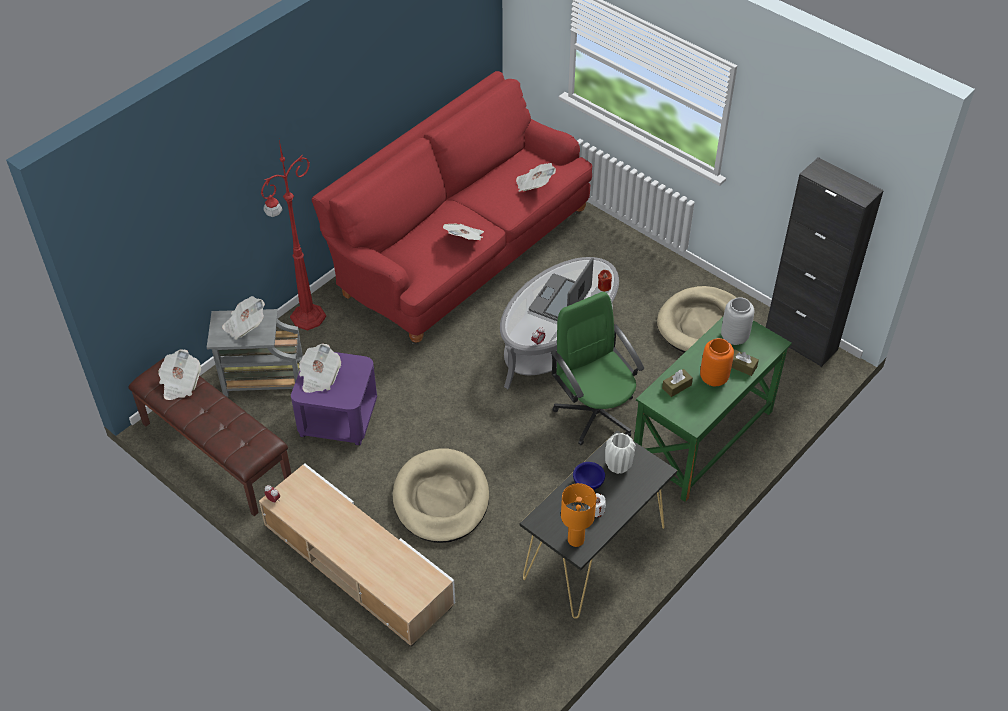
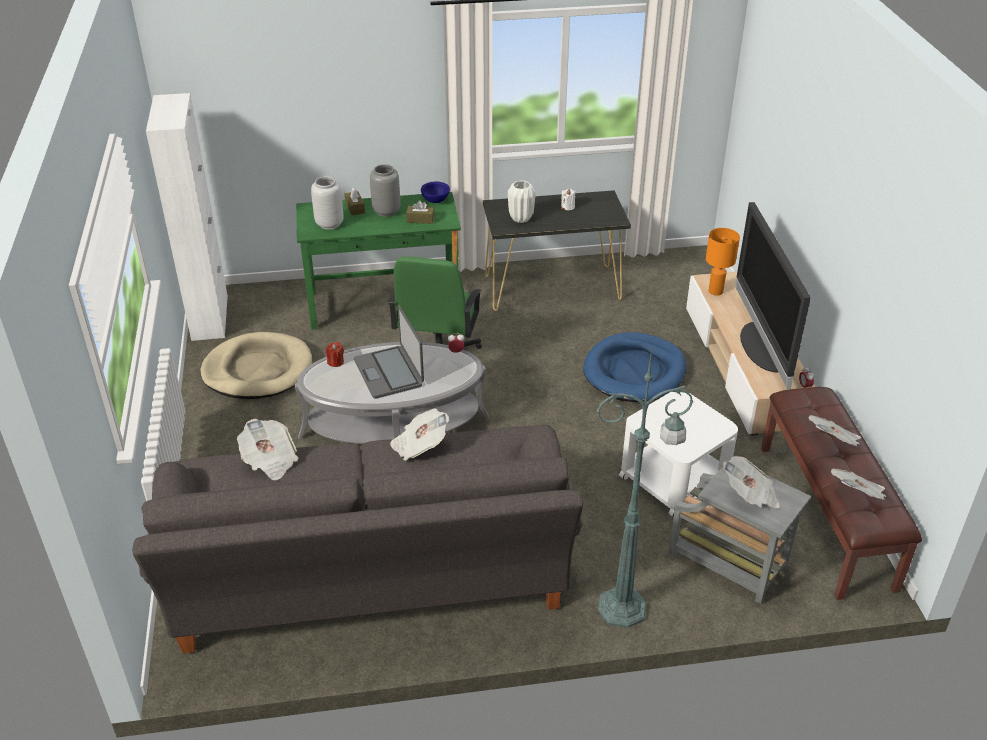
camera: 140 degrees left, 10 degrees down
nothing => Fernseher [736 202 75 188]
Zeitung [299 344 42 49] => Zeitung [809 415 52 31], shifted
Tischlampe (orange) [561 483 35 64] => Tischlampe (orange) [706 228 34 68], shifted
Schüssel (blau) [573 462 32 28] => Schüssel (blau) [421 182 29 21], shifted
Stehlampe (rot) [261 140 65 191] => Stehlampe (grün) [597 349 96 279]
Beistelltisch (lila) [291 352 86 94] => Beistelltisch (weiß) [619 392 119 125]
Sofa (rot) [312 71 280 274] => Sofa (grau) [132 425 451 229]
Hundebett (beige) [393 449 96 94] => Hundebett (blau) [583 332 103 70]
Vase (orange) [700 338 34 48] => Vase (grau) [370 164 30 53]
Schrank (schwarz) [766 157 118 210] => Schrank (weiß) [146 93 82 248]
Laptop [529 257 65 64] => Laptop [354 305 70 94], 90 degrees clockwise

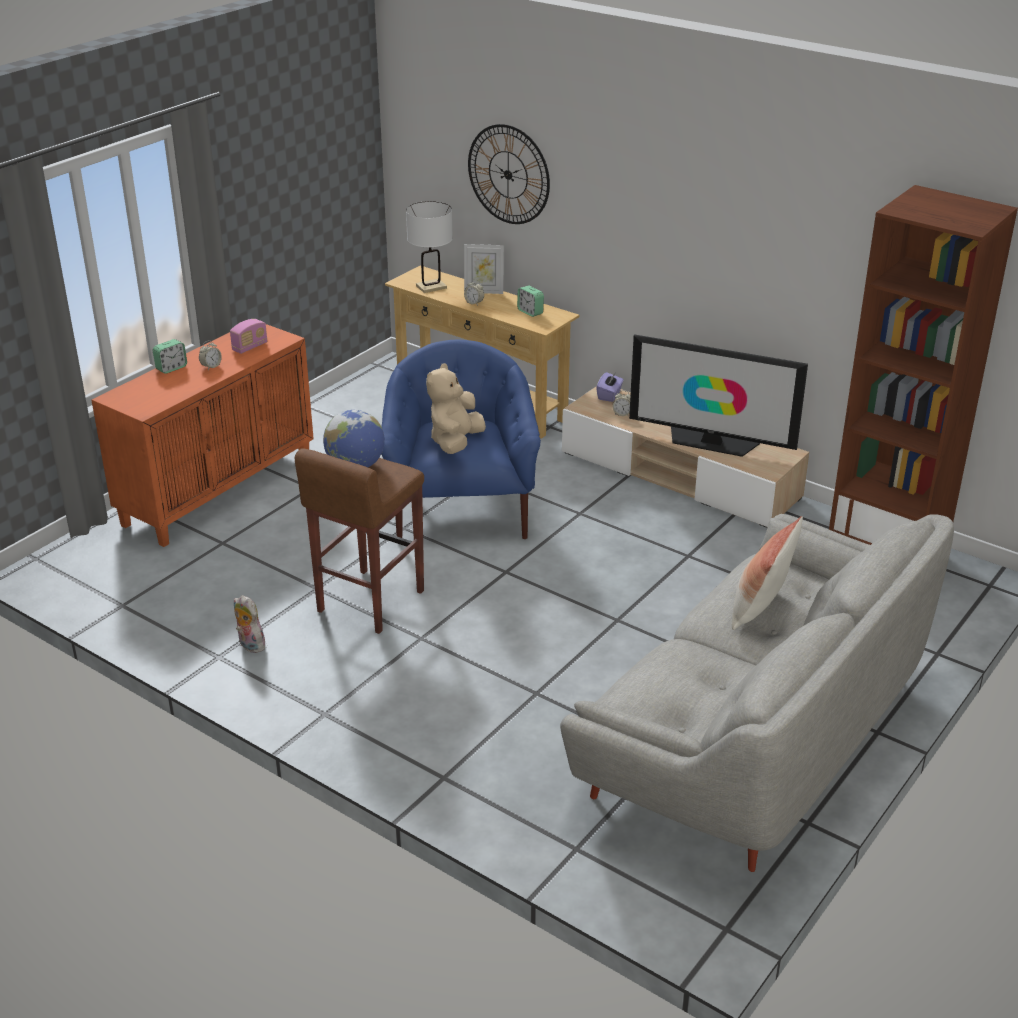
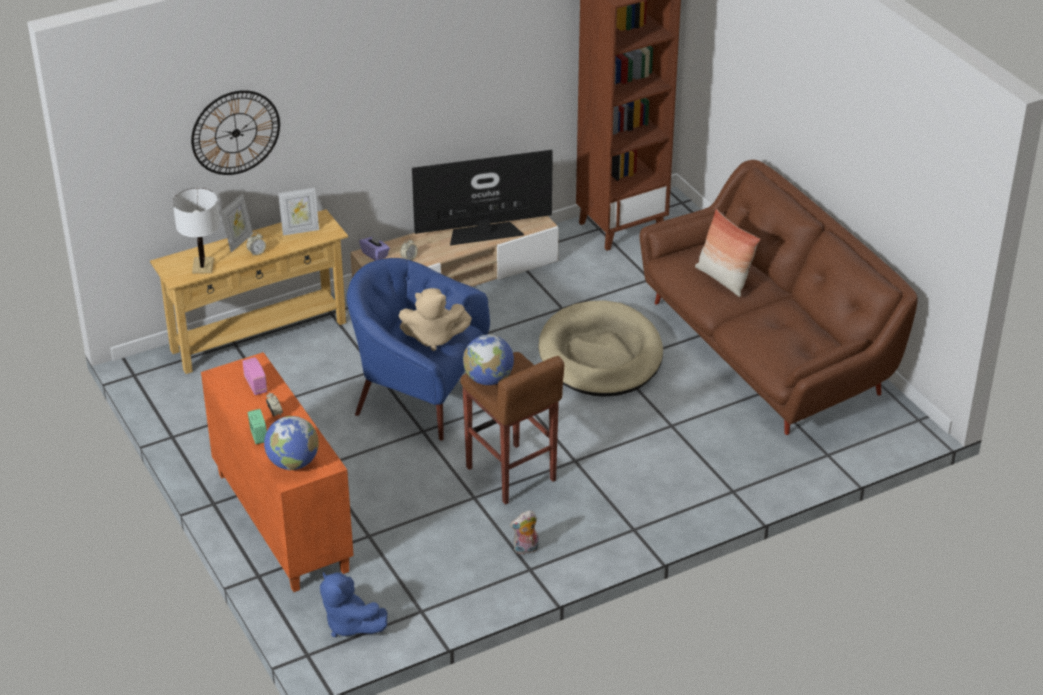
camera: 65 degrees left, 5 degrees up
nothing => Globus [264 416 55 54]
nothing => Plüschtier (blau) [320 572 67 65]
nothing => Hundebett (beige) [538 300 125 96]
Wecker [517 285 27 32] => Bilderrahmen [278 188 41 48]
Sofa (grau) [560 514 394 358] => Sofa (braun) [640 160 278 275]
Plüschtier (beige) [426 363 60 91] => Plüschtier (beige) [399 288 73 63], 45 degrees counterclockwise
Fernseher [629 334 179 123] => Fernseher [412 150 141 95], 150 degrees counterclockwise

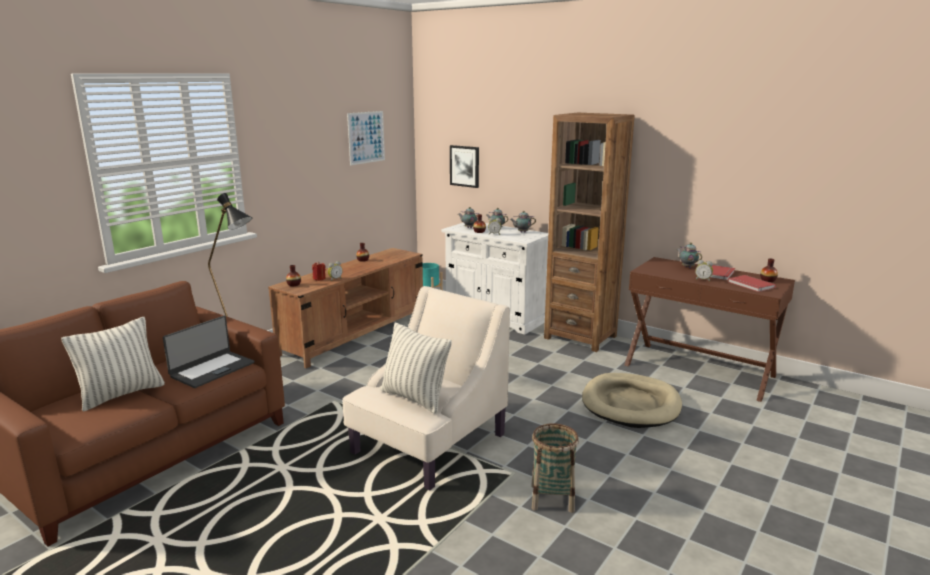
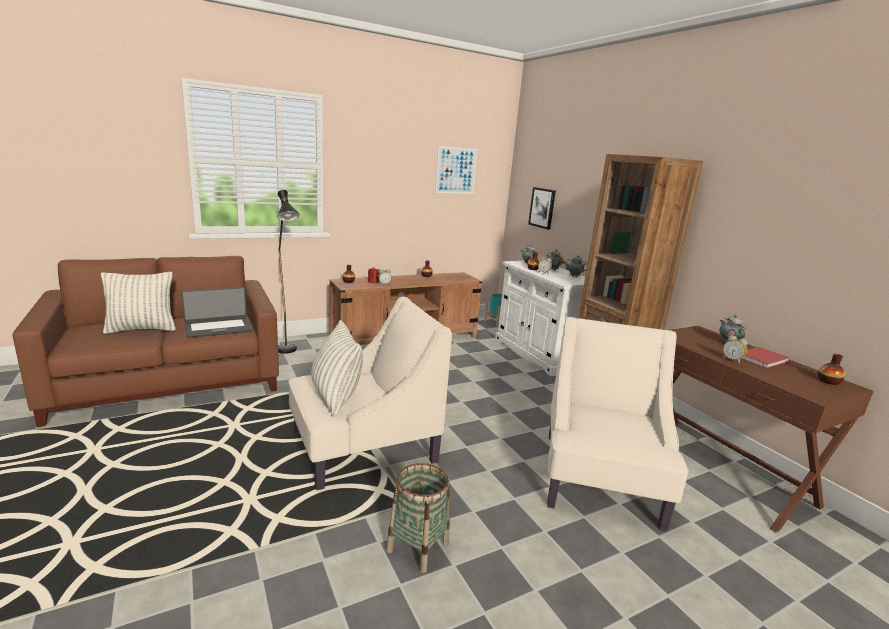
camera: 25 degrees right, 0 degrees up
Buch (rot) [728 275 48 17] => nothing
Hundebett (beige) [582 373 100 55] => Sessel (beige) [547 317 142 215]

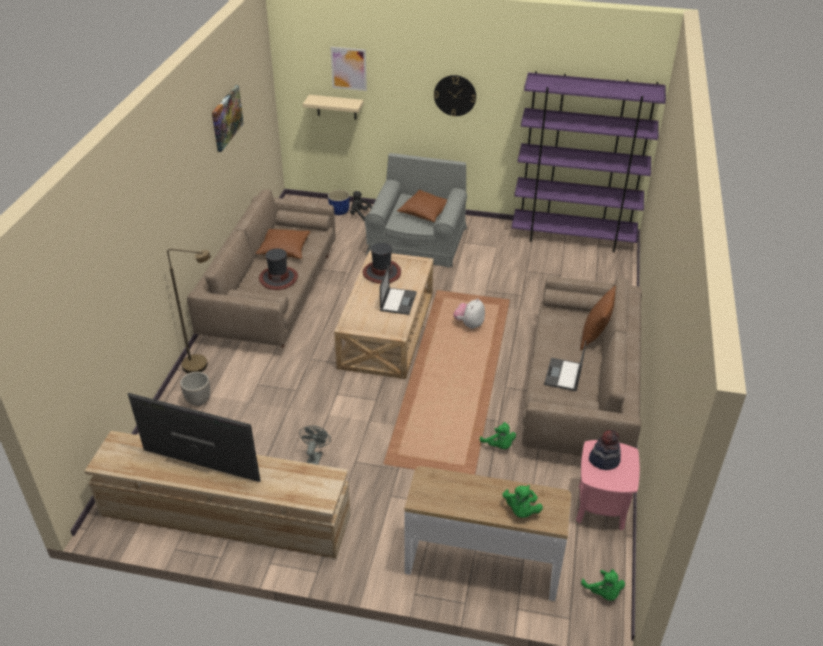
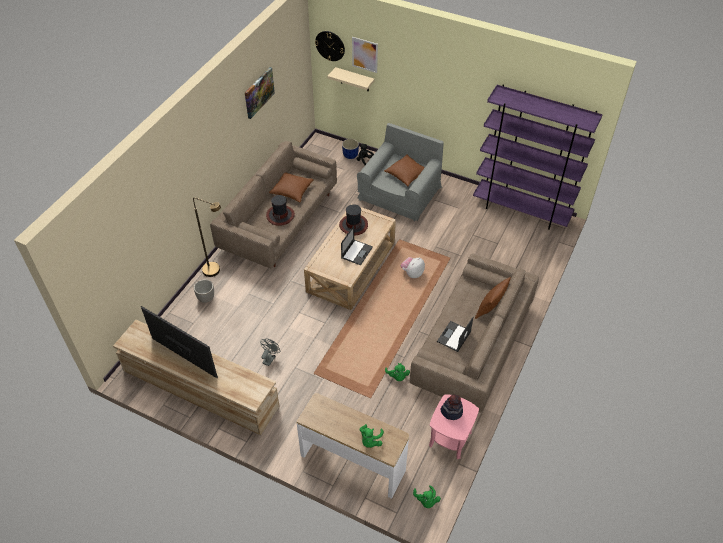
camera: 15 degrees right, 10 degrees up
Wanduhr [434 75 42 41] => Wanduhr [315 31 30 30], shifted

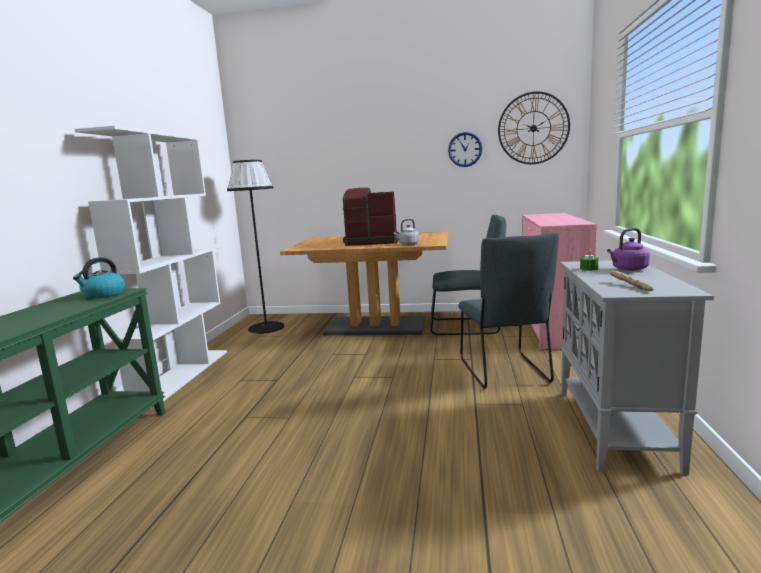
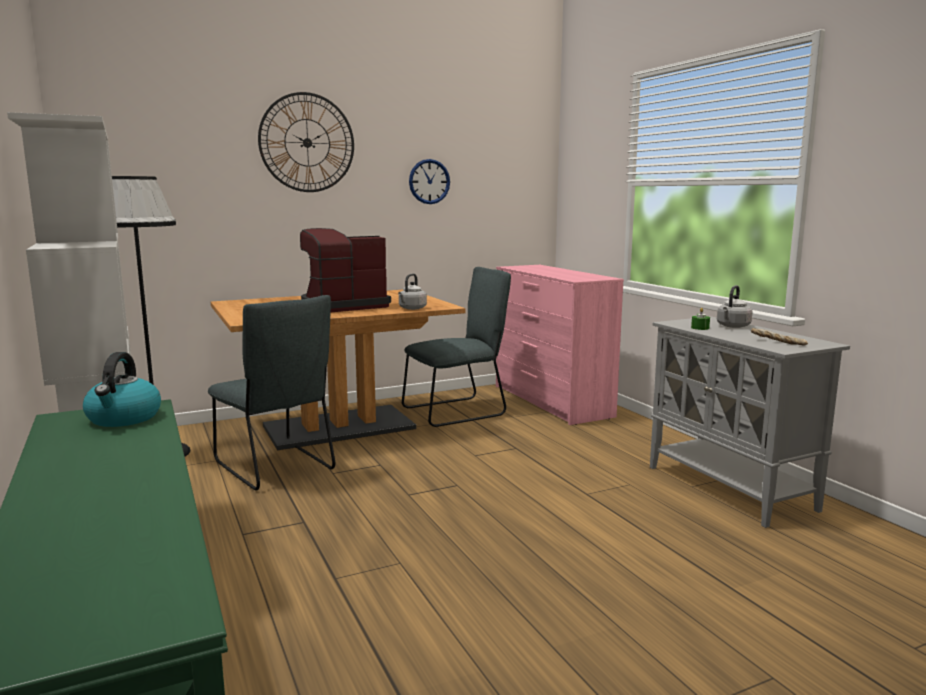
camera: 35 degrees left, 0 degrees up
Stuhl (grau) [458 233 101 156] => Stuhl (grau) [208 295 127 195], shifted
Wanduhr [498 91 72 73] => Wanduhr [258 92 96 100], shifted
Wasserkessel (lila) [607 228 43 43] => Wasserkessel (grau) [717 285 36 43]

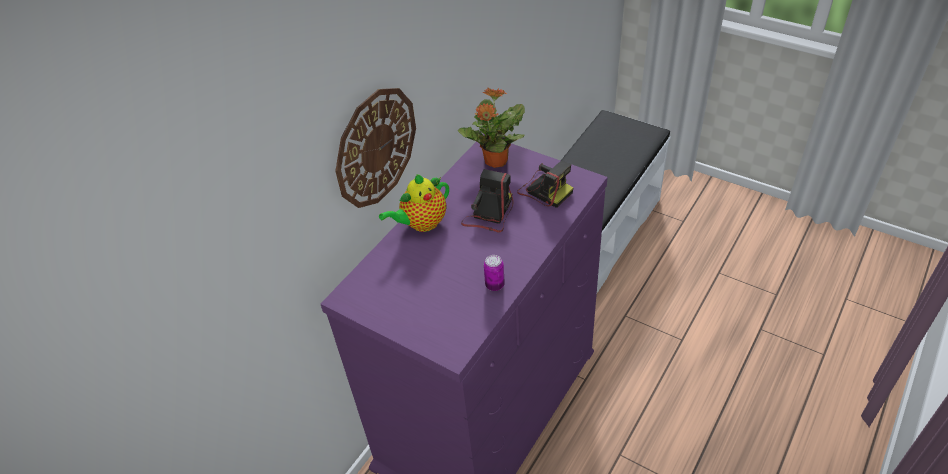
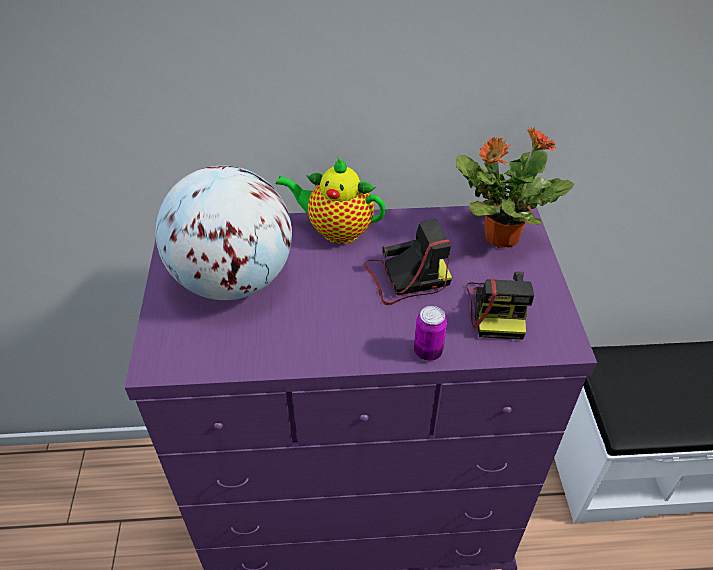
camera: 50 degrees right, 0 degrees up
Wanduhr [335 88 81 120] => nothing
nothing => Globus [156 166 136 134]
Dose [484 255 21 36] => Dose [414 306 33 55], shifted

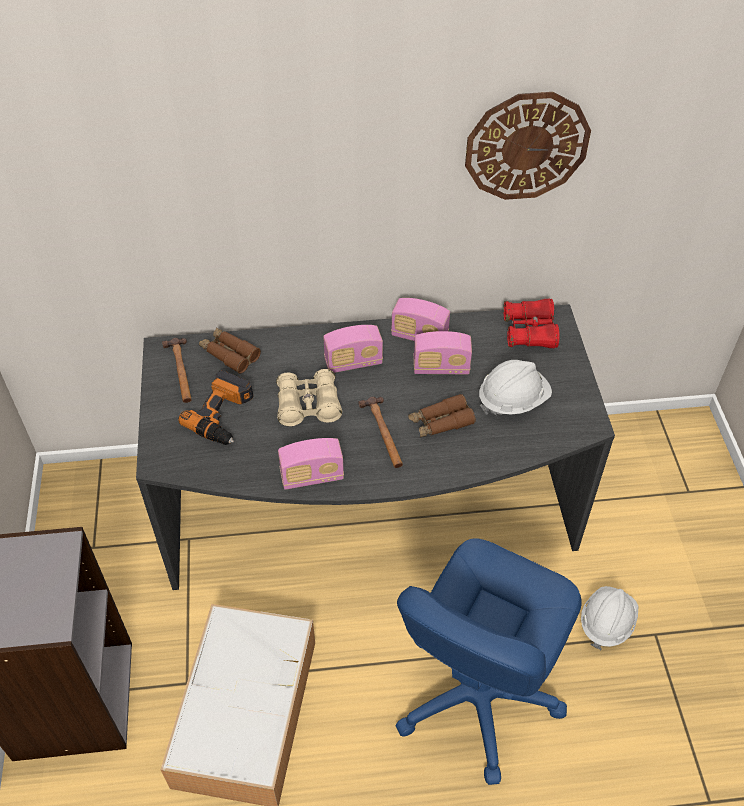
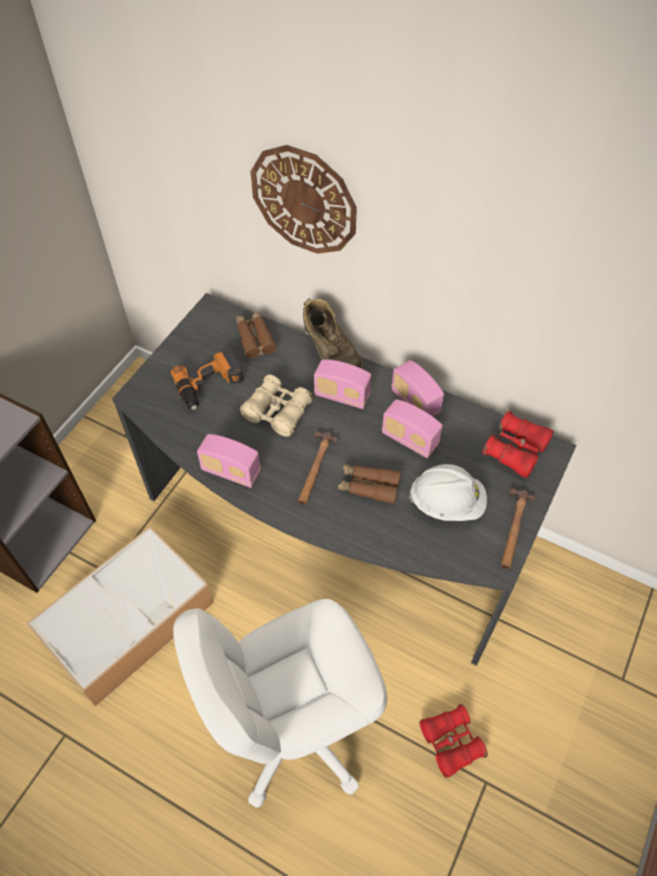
camera: 35 degrees right, 5 degrees up
nothing => Stiefel (braun) [303 298 61 72]
Hammer [162 338 30 65] => Hammer [501 488 34 81], shifted
Wanduhr [465 92 126 108] => Wanduhr [250 145 107 109], shifted
Schutzhelm (weiß) [581 586 57 64] => Fernglas (rot) [419 704 69 74]
Bürostuhl (blau) [396 538 186 247] => Bürostuhl (weiß) [173 599 214 209]

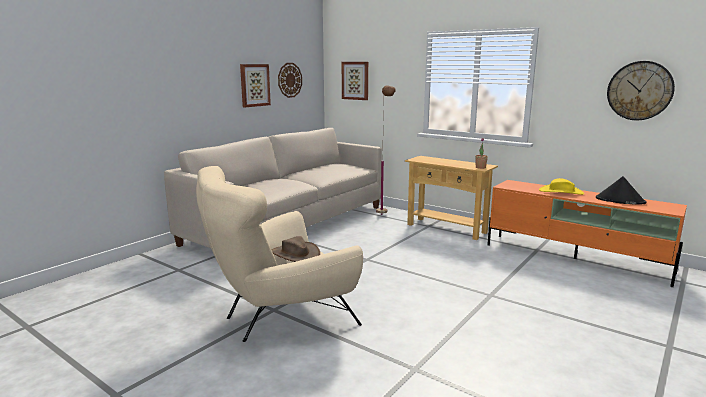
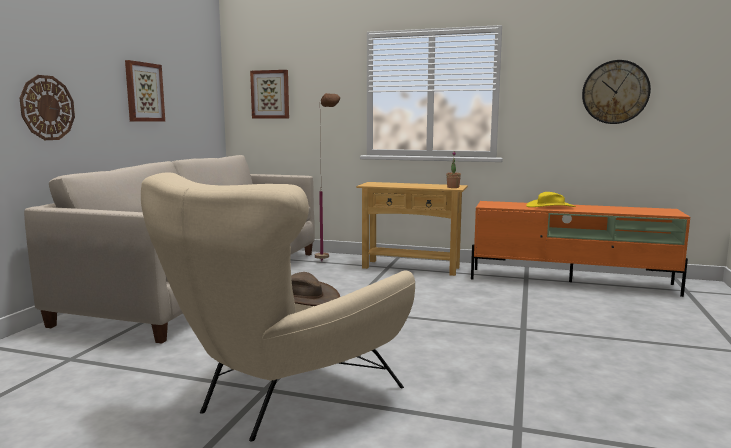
camera: 20 degrees left, 5 degrees down
Hut (schwarz) [596 176 51 29] => nothing
Wanduhr [278 63 24 35] => Wanduhr [20 75 55 65], shifted

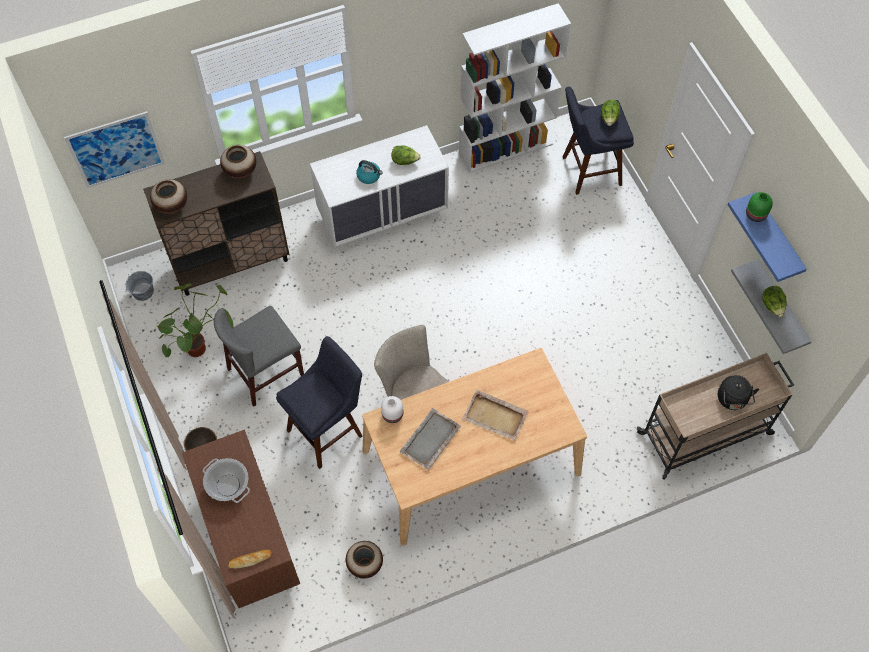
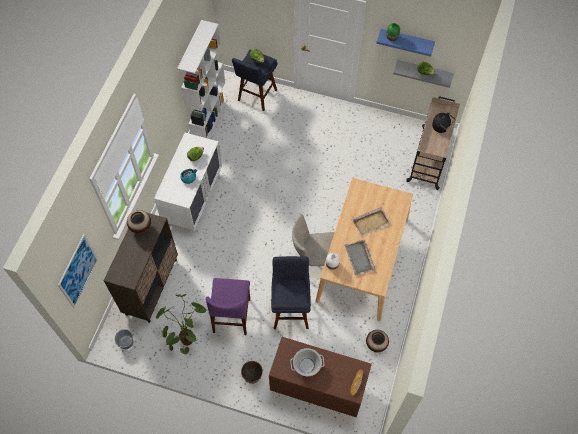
camera: 50 degrees left, 0 degrees up
Vase [150 179 37 35] => nothing
Stuhl (grau) [214 306 90 101] => Stuhl (lila) [206 278 44 57]

